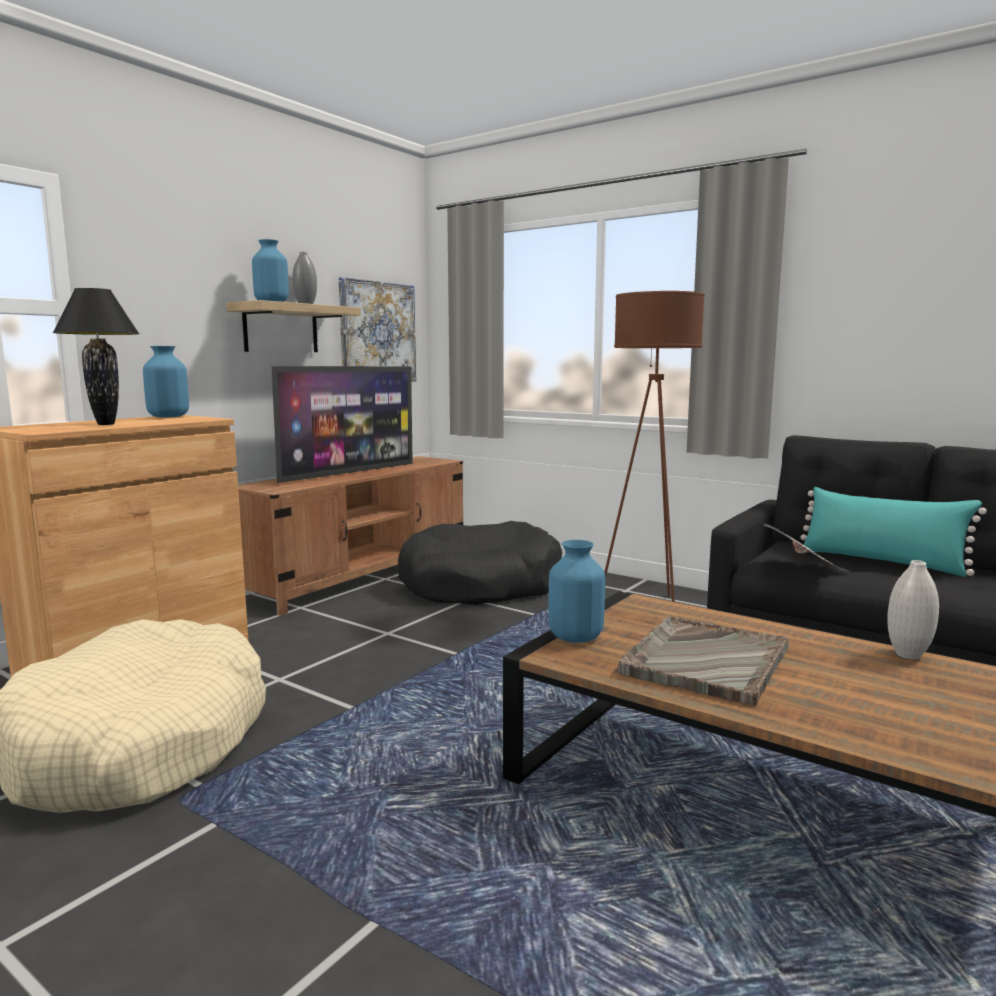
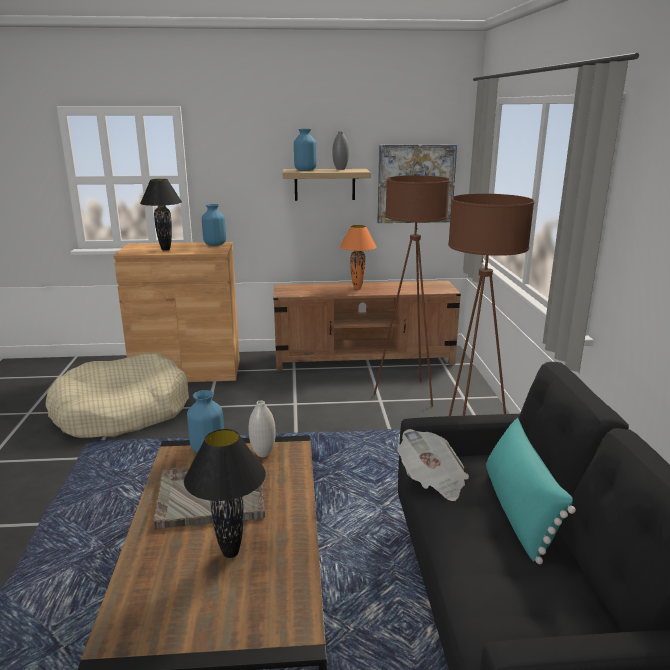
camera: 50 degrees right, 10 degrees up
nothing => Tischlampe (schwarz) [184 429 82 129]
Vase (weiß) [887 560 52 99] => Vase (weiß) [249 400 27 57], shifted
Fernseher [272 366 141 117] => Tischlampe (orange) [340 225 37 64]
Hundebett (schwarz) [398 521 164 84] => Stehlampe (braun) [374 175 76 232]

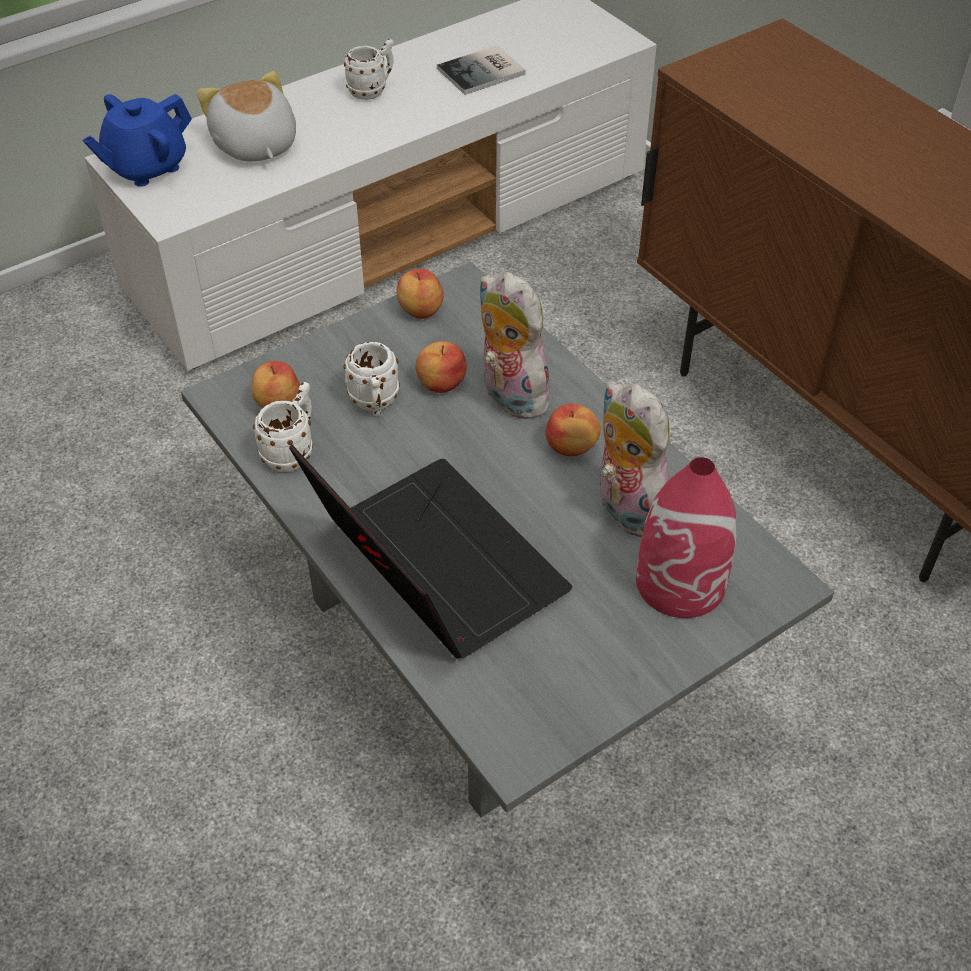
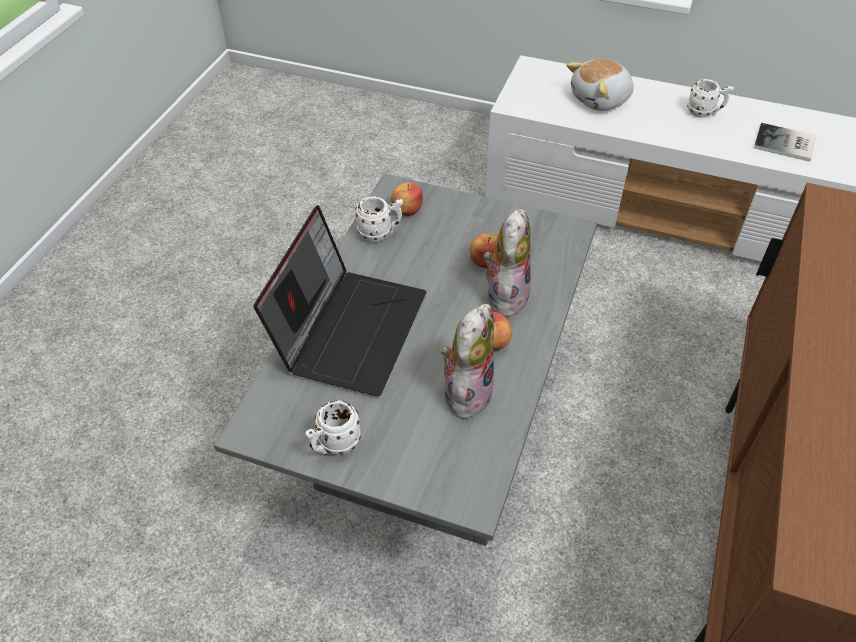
camera: 55 degrees right, 0 degrees up
Teekanne (blau) [83 94 109 93] => nothing
Apfel [397 269 47 50] => nothing
Vase (rot) [636 457 101 161] => nothing
Henkelbecher (weiß) [343 342 57 74] => Henkelbecher (weiß) [305 400 56 56], shifted
Plüschtier [197 71 99 90] => Plüschtier [567 59 66 52], 150 degrees counterclockwise

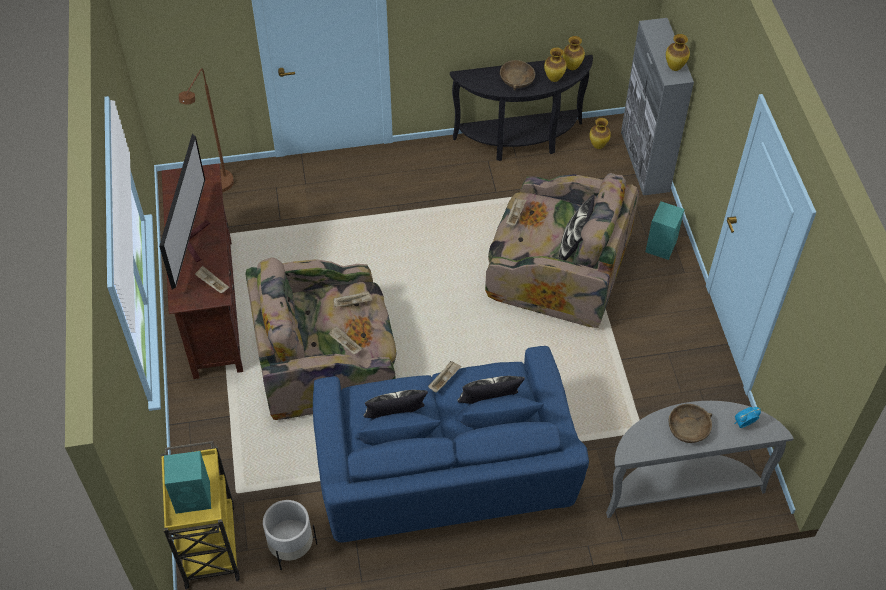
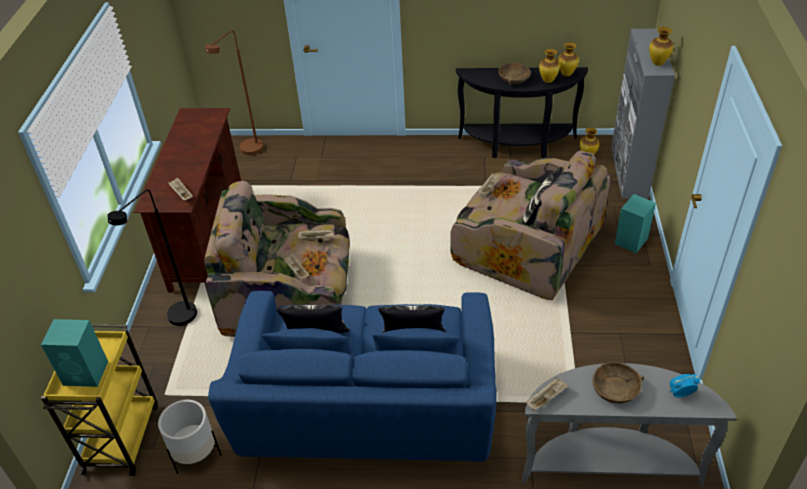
camera: 15 degrees right, 10 degrees down
Fernseher [159 134 51 155] => nothing
nothing => Stehlampe (schwarz) [108 189 89 137]
Tablett (beige) [428 361 34 32] => Tablett (beige) [526 377 43 34], shifted

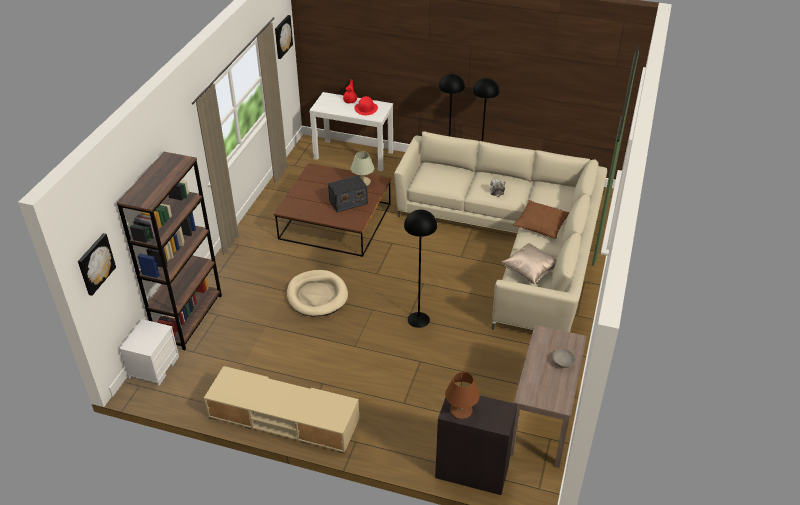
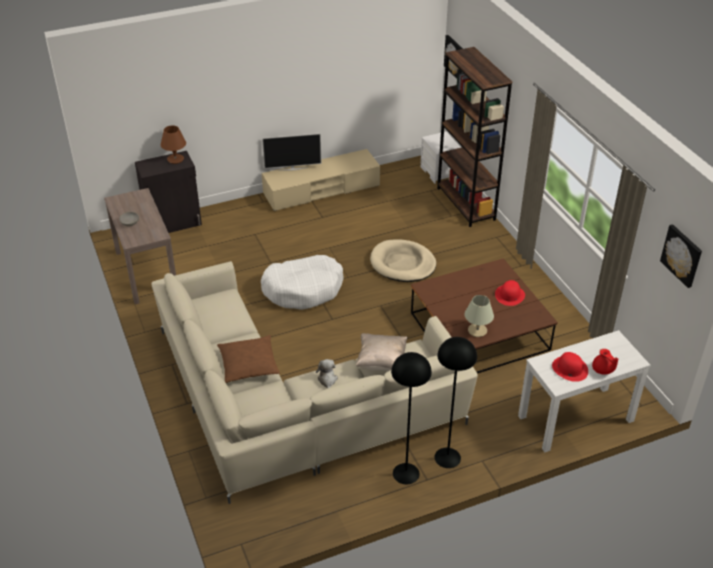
camera: 140 degrees right, 0 degrees up
Radio [328 175 40 37] => nothing
nothing => Fernseher [262 133 59 38]
nothing => Hut (rot) [495 280 30 26]
Kissen (beige) [502 243 55 41] => Kissen (beige) [355 333 53 38], shifted
Stehlampe (schwarz) [404 209 33 119] => Hundebett (weiß) [261 255 83 55]

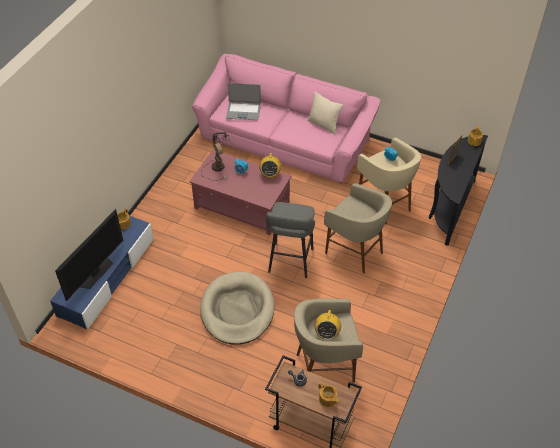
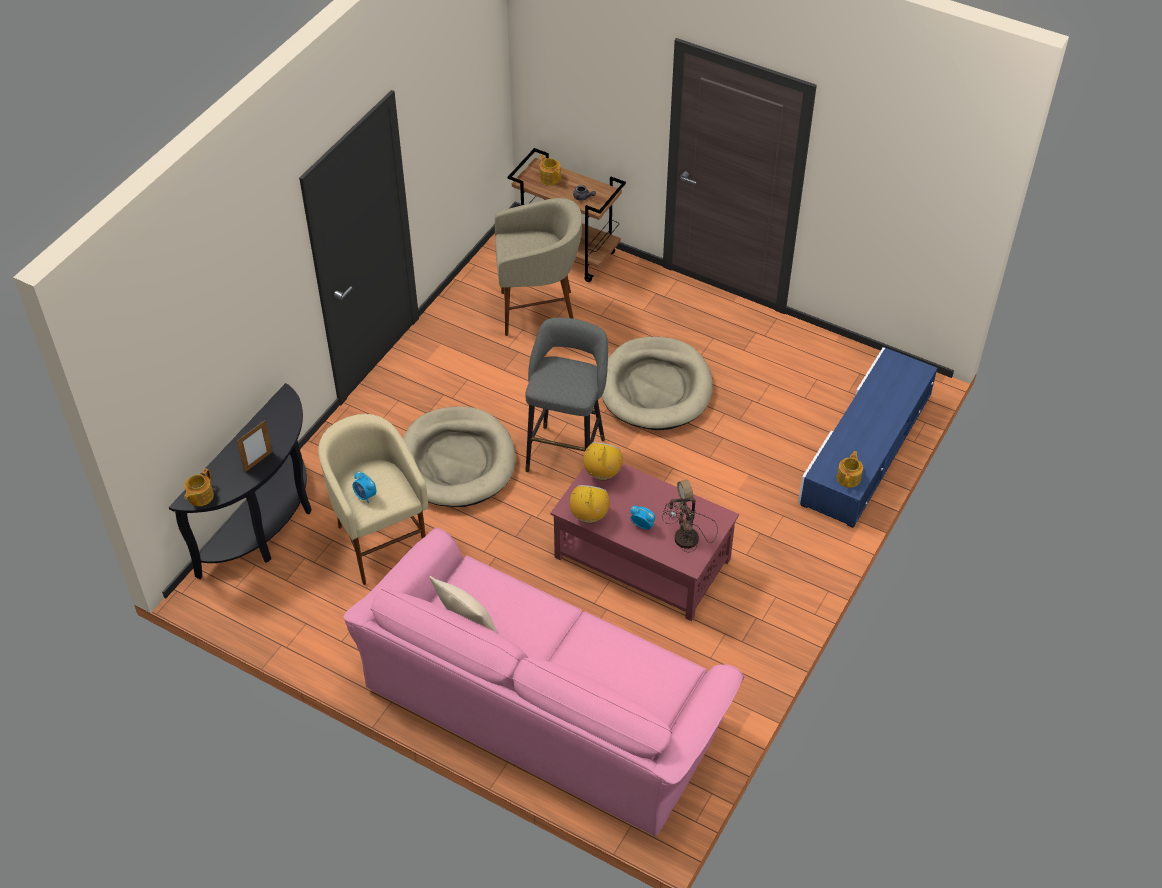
camera: 175 degrees left, 0 degrees up
Fernseher [55 209 68 92] => nothing
Laptop [226 83 35 37] => nothing
Radio [315 308 26 32] => Radio [583 442 40 39], shifted
Hocker (beige) [324 183 68 91] => Hundebett (beige) [403 406 113 101]

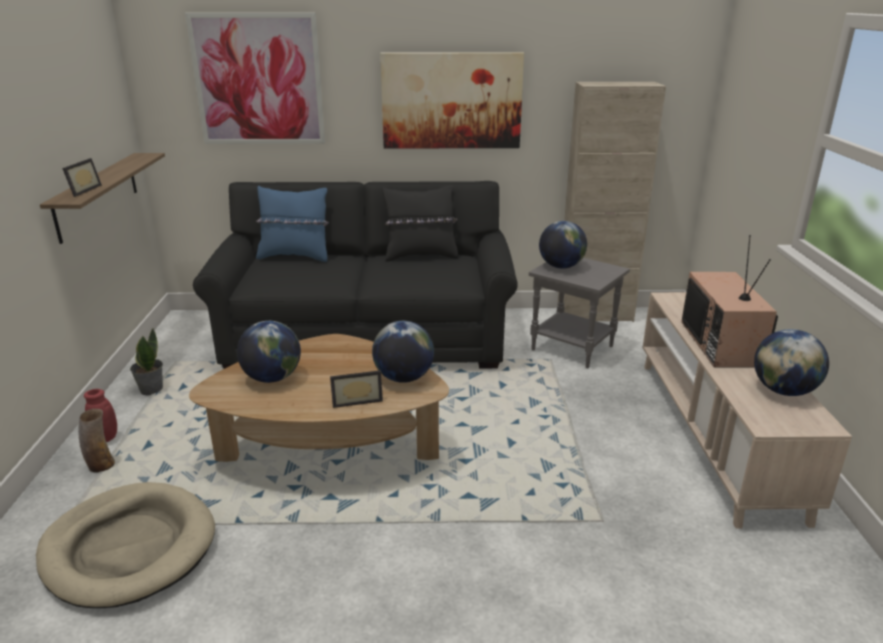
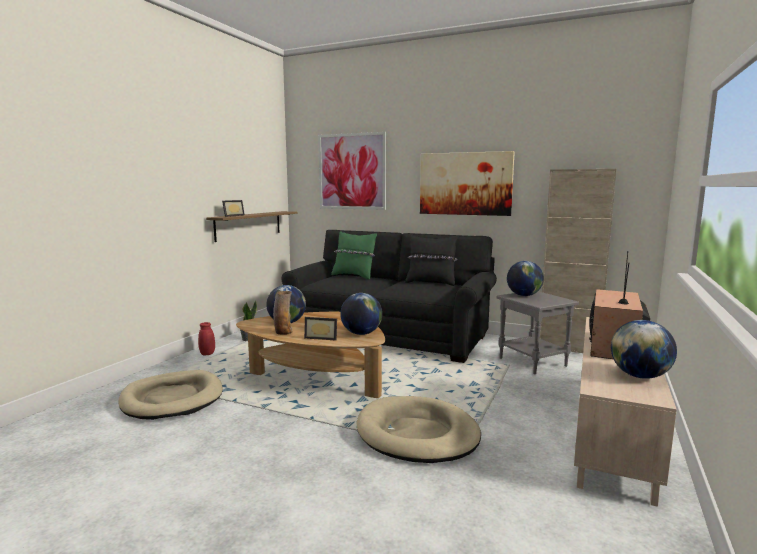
camera: 25 degrees right, 15 degrees down
nothing => Hundebett (beige) [357 396 124 67]
Vase [78 409 37 63] => Vase [273 291 20 44], shifted
Kissen (blau) [256 186 73 76] => Kissen (grün) [331 231 46 49]

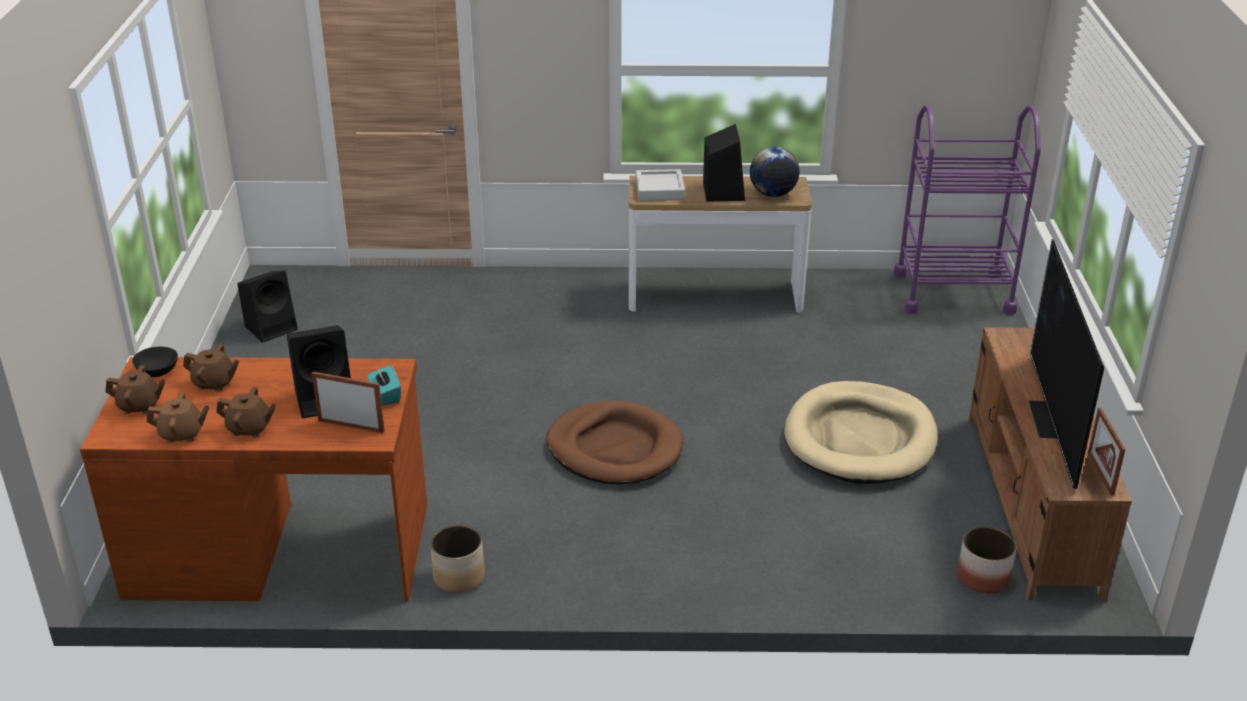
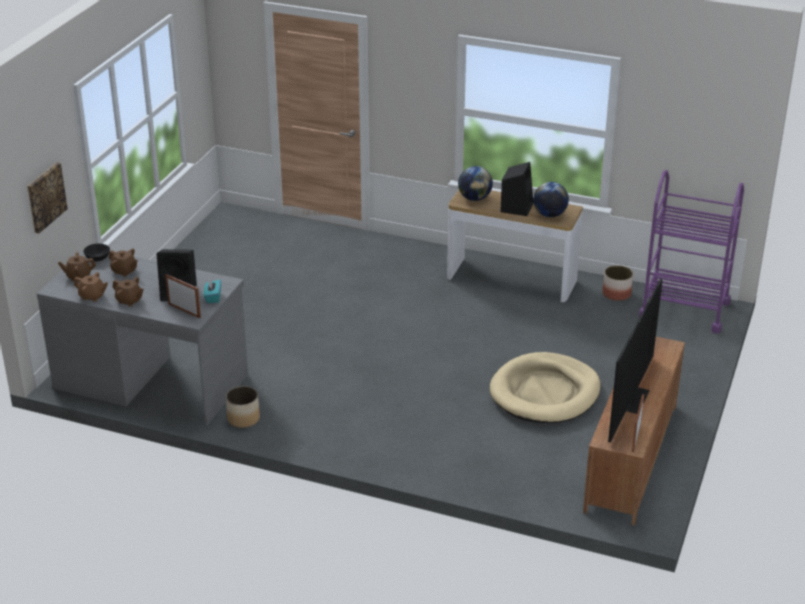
camera: 20 degrees right, 0 degrees up
Lautsprecher (schwarz) [238 271 60 72] => nothing
Hundebett (braun) [546 401 137 83] => nothing
nothing => Bild [27 162 41 71]
Pflanzkübel [957 527 59 67] => Pflanzkübel [602 265 31 36], shifted
Tablett (grau) [636 169 49 32] => Globus [458 166 35 35]
Schreibtisch (braun) [80 357 347 245] => Schreibtisch (grau) [37 252 211 174]
Teekanne (braun) [106 365 60 49] => Teekanne (braun) [58 252 38 29], 150 degrees clockwise

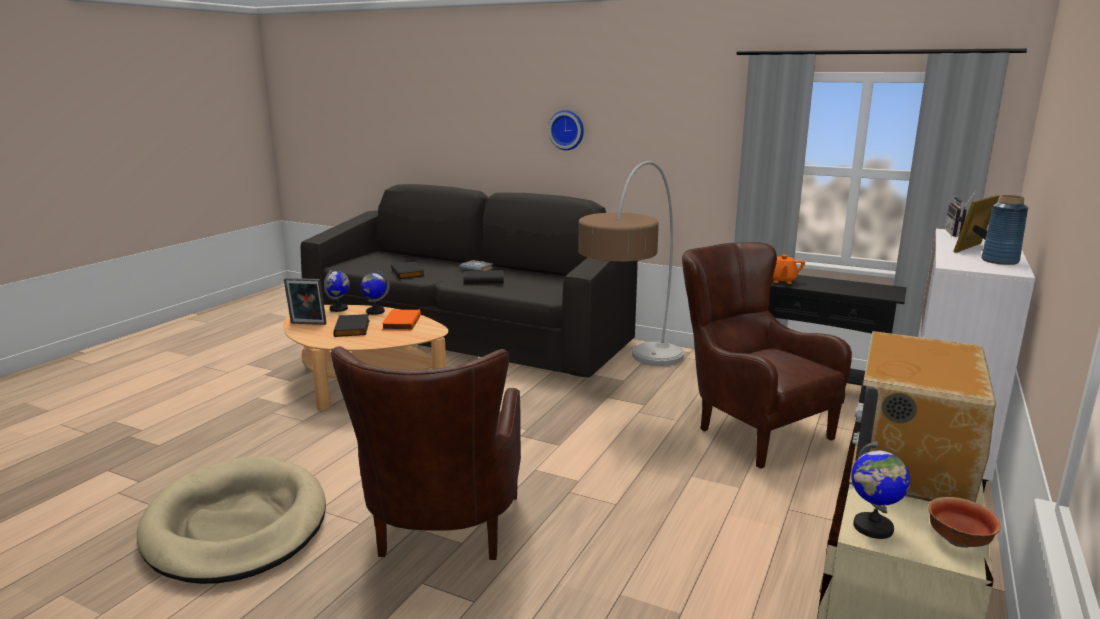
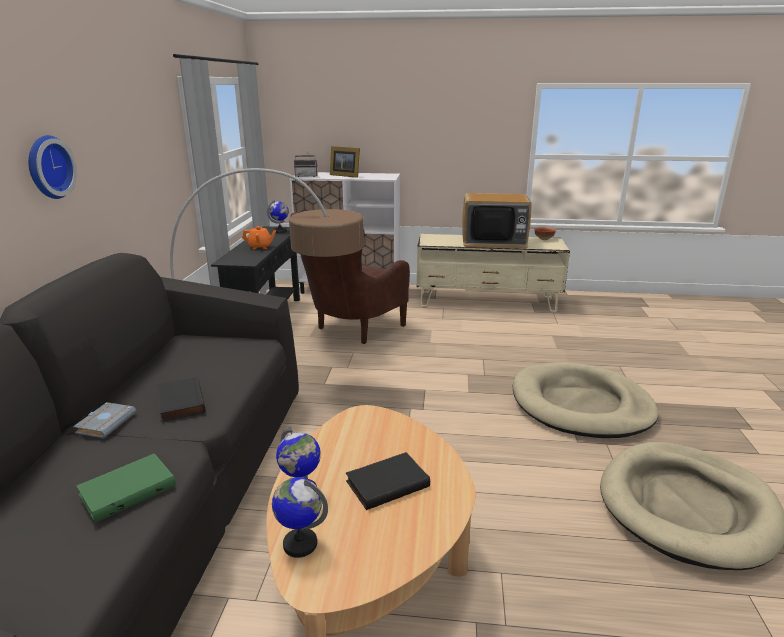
camera: 110 degrees left, 5 degrees up
Bilderrahmen [284 278 43 47] => nothing
Buch (orange) [382 309 39 22] => nothing
Vase (blau) [981 195 47 70] => nothing
Globus [851 441 59 98] => Globus [267 200 22 33], shifted
Sessel (braun) [331 346 190 214] => Hundebett (beige) [513 363 145 75]
Buch (schwarz) [391 262 34 17] => Buch (grün) [76 453 100 70]

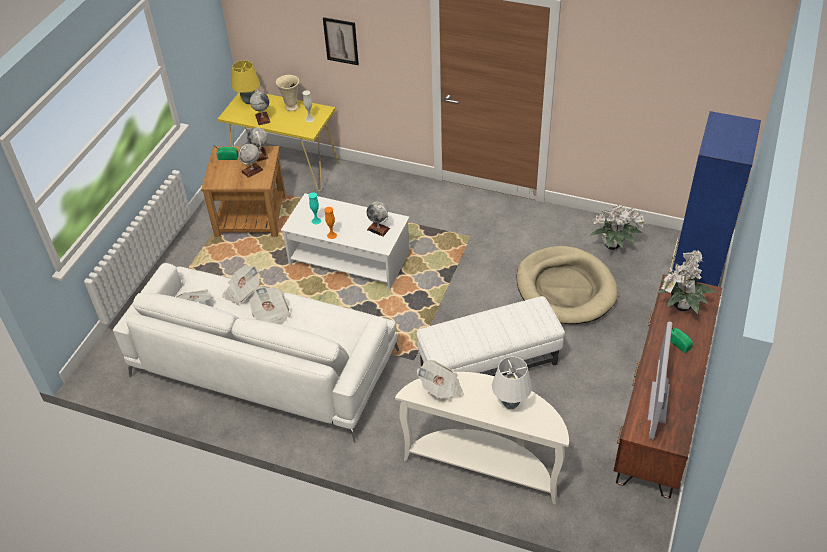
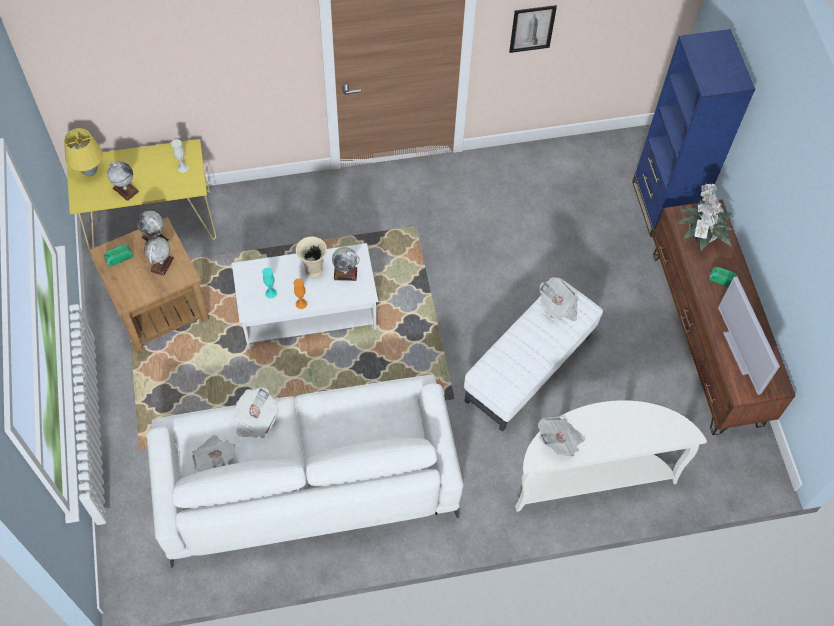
camera: 35 degrees left, 15 degrees up
Tischlampe (weiß) [492 357 40 52] => nothing
Hundebett (beige) [516 246 102 78] => nothing
Topfpflanze [589 205 58 45] => nothing
Zeitung [249 286 42 39] => Zeitung [540 277 38 44], shifted
Vase (beige) [276 75 23 36] => Vase (beige) [296 237 31 41], shifted
Bild [323 17 36 48] => Bild [509 5 48 48], shifted

